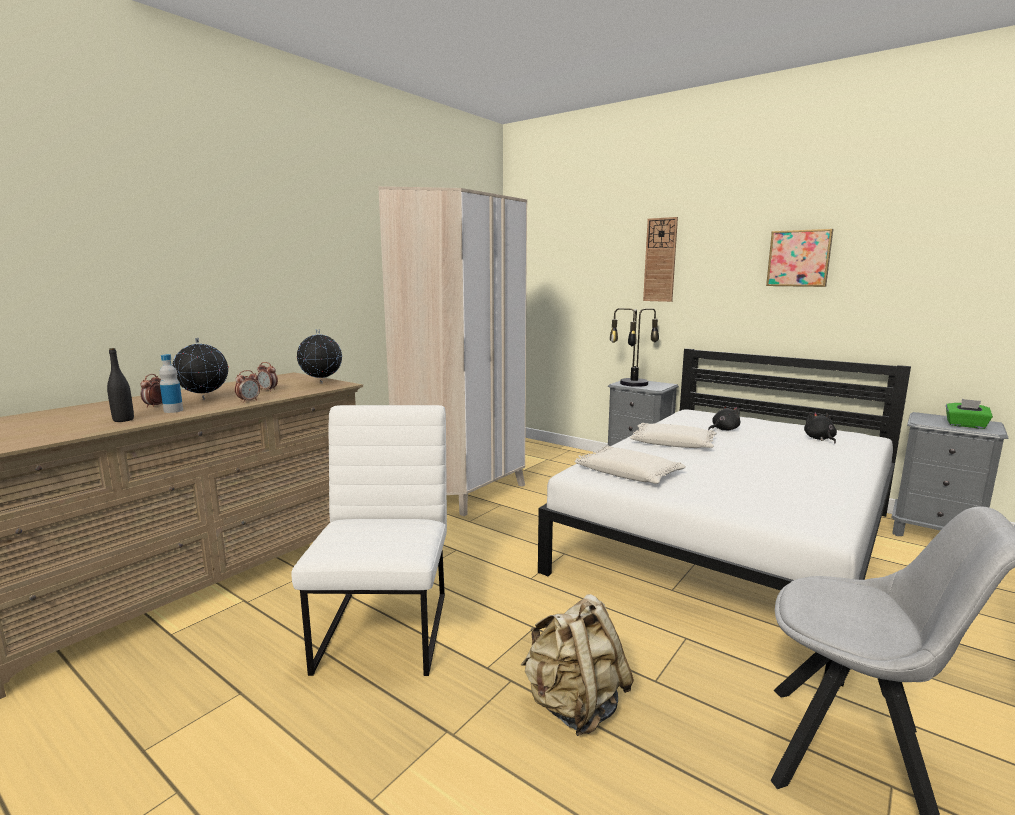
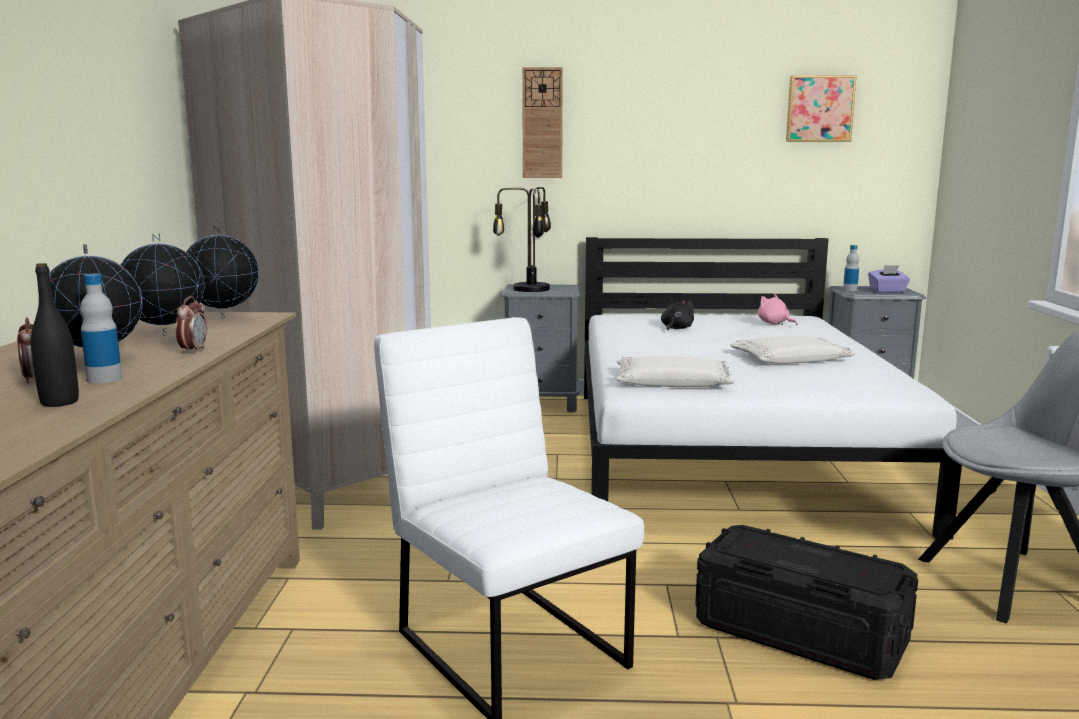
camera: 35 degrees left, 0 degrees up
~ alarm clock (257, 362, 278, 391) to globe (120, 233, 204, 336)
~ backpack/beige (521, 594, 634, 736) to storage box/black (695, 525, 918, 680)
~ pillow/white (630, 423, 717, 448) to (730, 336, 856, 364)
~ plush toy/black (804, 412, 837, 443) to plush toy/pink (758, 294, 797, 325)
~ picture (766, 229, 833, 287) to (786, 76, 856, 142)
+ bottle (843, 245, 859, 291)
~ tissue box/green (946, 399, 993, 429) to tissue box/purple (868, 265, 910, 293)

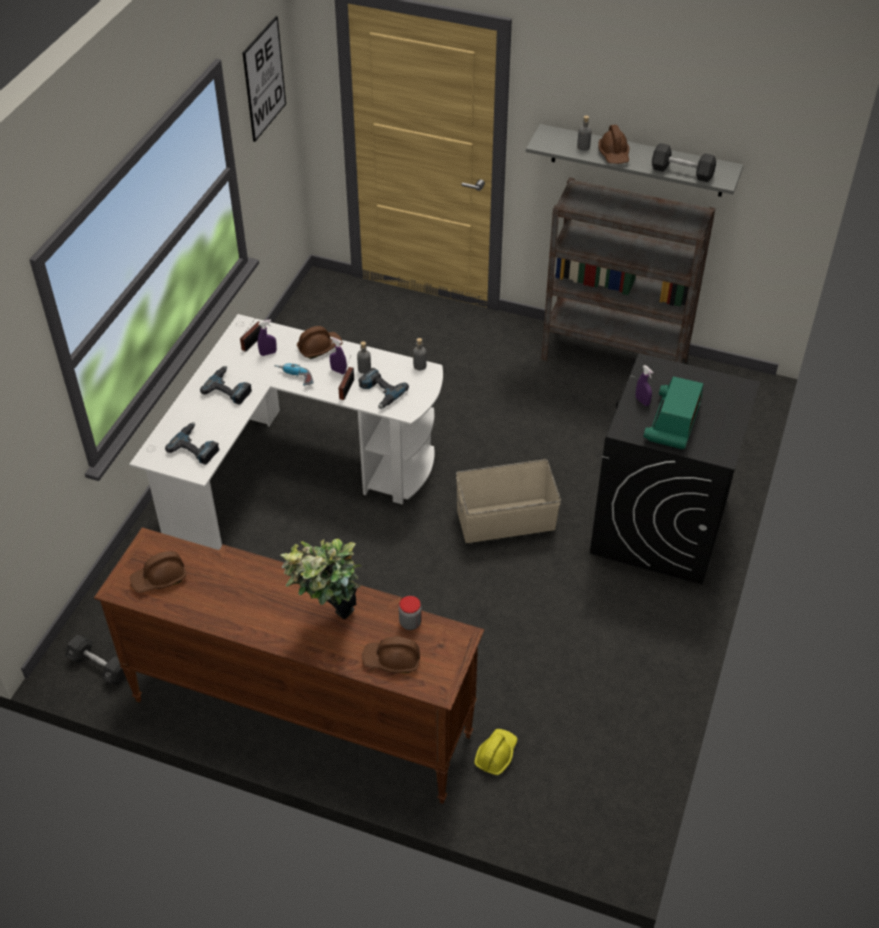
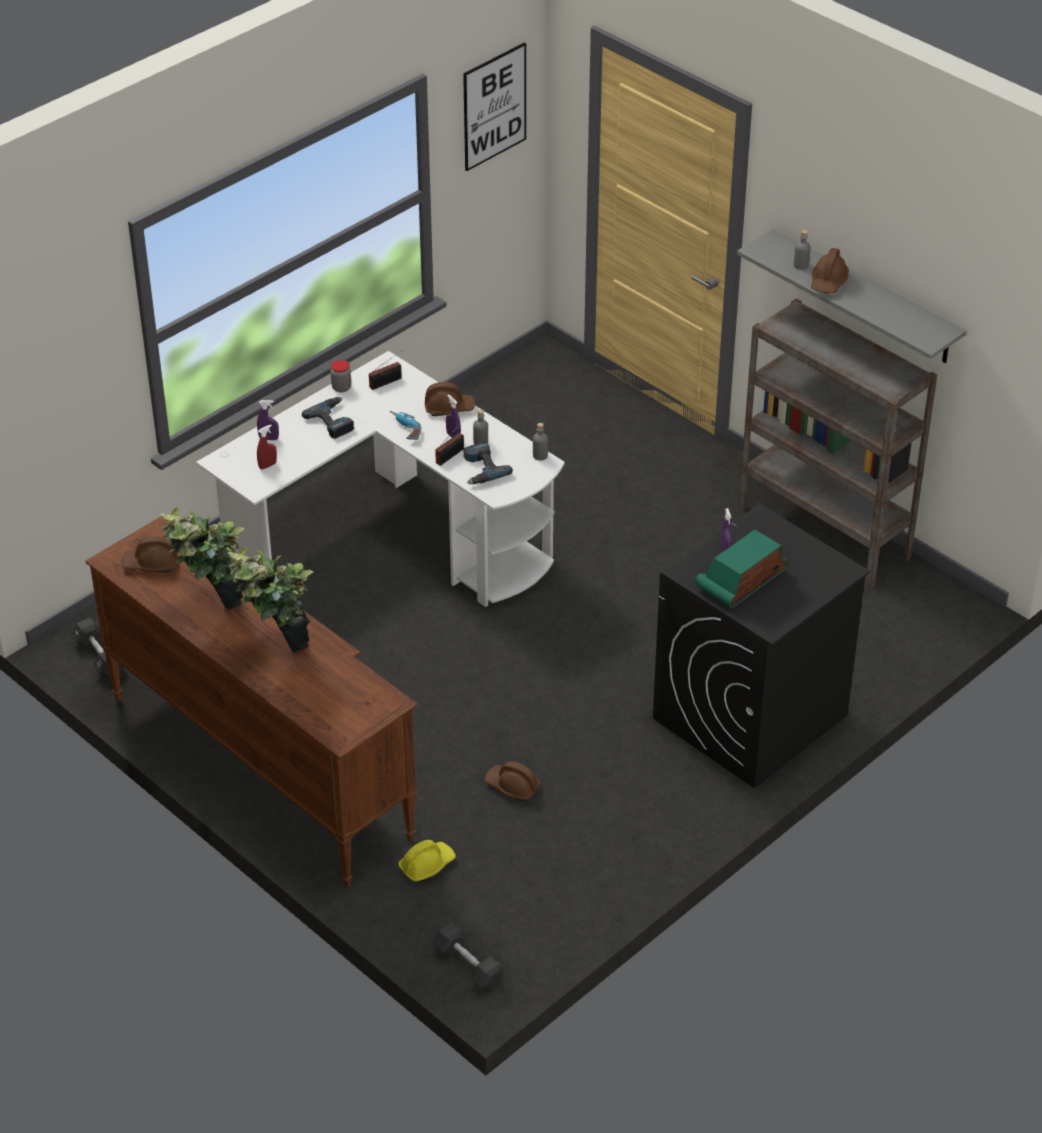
camera: 25 degrees right, 5 degrees down
+ potted plant (160, 507, 244, 610)
~ spray bottle/purple (258, 320, 277, 356) to (257, 400, 279, 440)
~ power drill (165, 422, 219, 465) to spray bottle/red (257, 425, 277, 469)
~ jar (399, 596, 422, 630) to (331, 360, 351, 392)
~ dumbbell/black (652, 143, 716, 182) to (432, 922, 505, 992)
~ hard hat/brown (362, 636, 420, 673) to (484, 761, 540, 801)
- storage box/beige (456, 459, 561, 543)

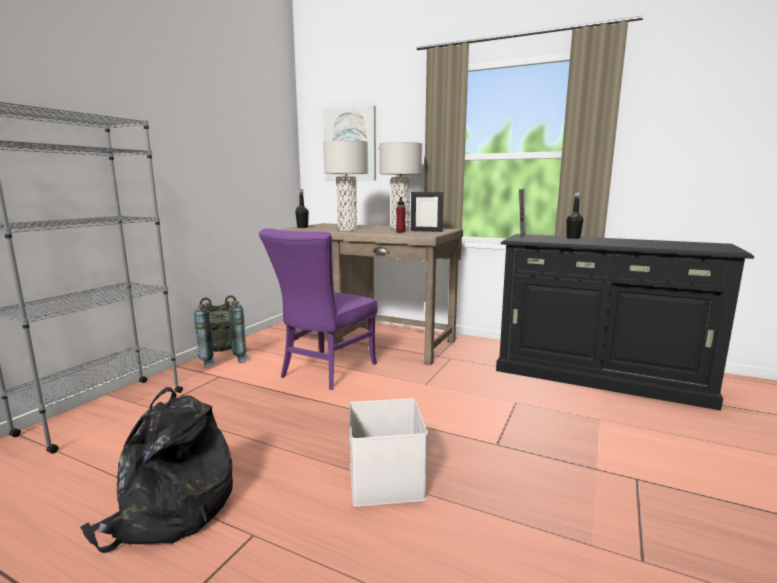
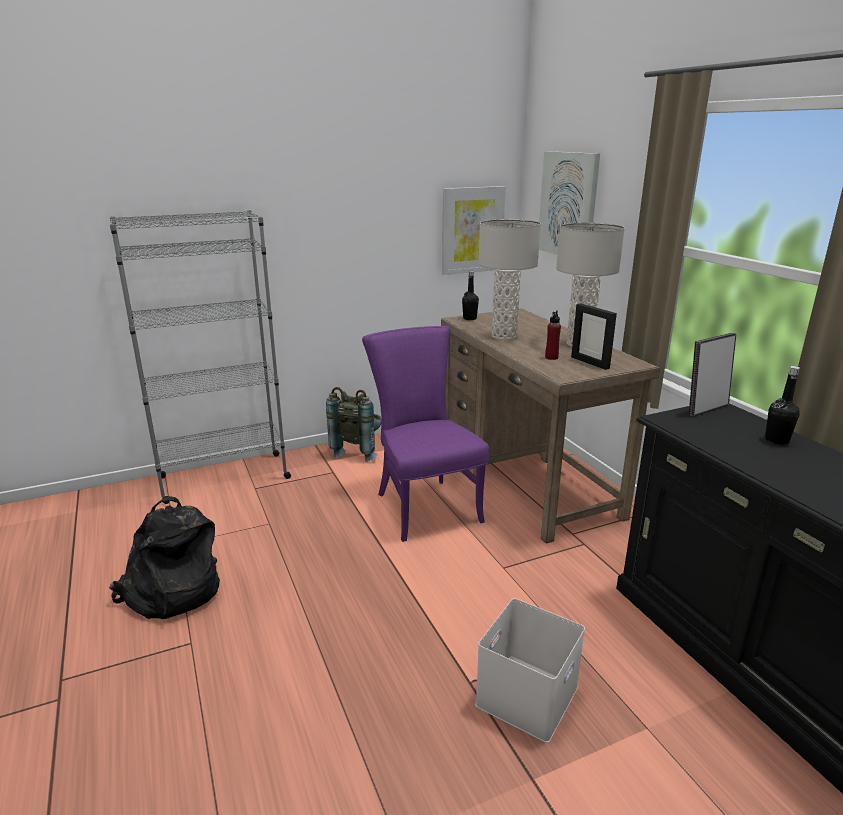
camera: 40 degrees right, 10 degrees up
~ chair/purple (259, 229, 378, 390) = (362, 326, 490, 542) 90 degrees clockwise
+ picture (442, 186, 506, 275)
~ storage box/white (349, 398, 428, 507) to (475, 598, 585, 743)

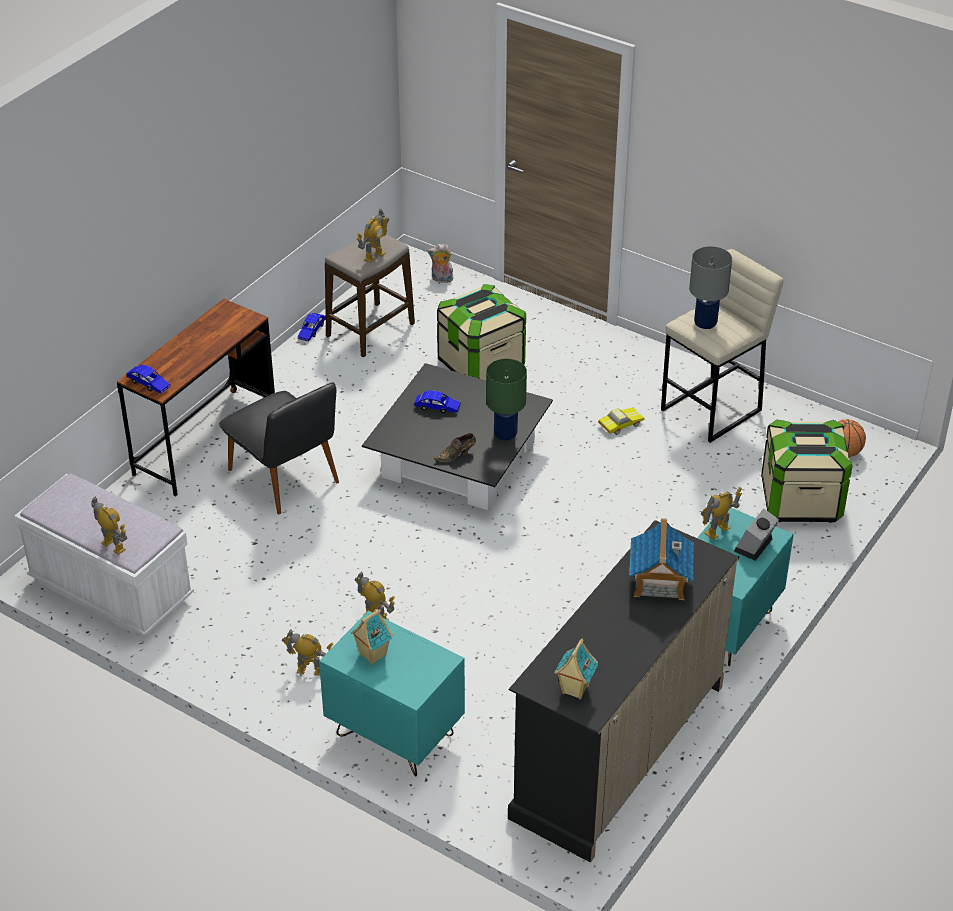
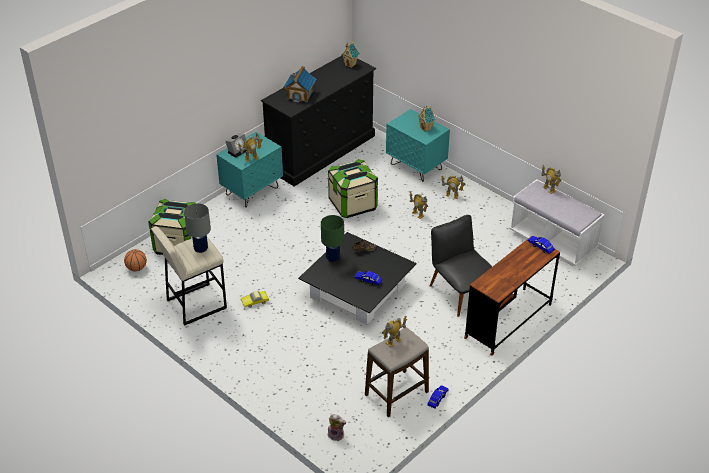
camera: 170 degrees left, 0 degrees up
~ storage box (437, 284, 526, 380) to (328, 159, 378, 218)

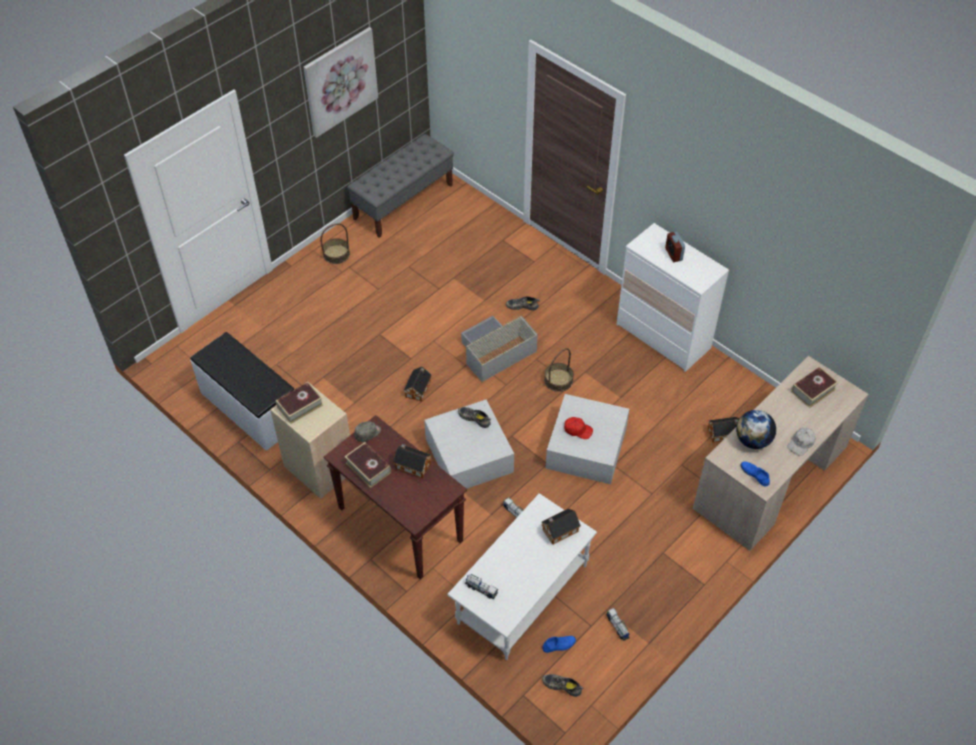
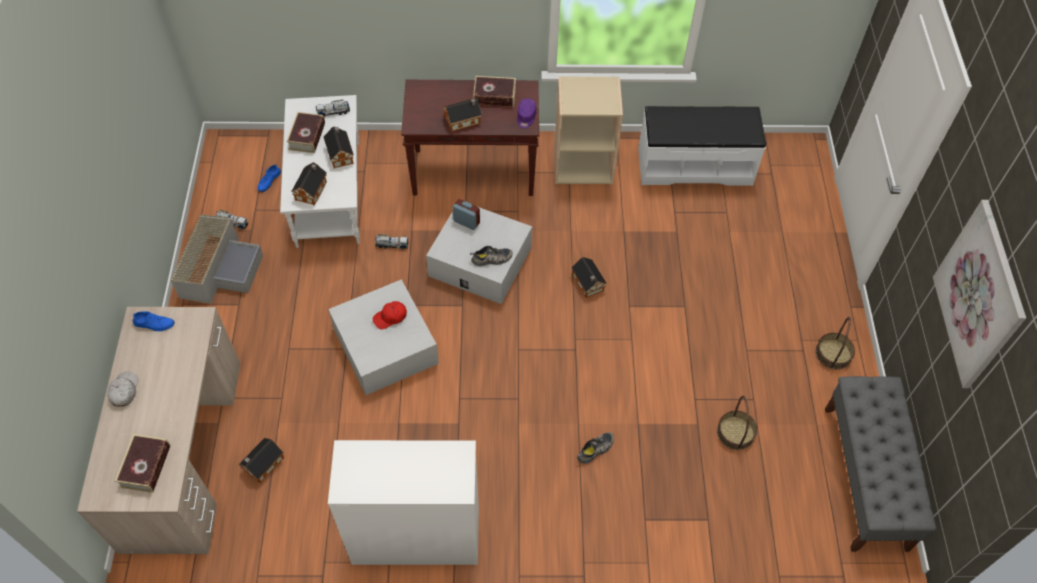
camera: 135 degrees right, 5 degrees up
~ storage box/grey (461, 315, 538, 382) to (171, 214, 263, 304)
~ book (276, 382, 323, 424) to (286, 112, 325, 153)
+ toy house (324, 127, 354, 169)
~ alarm clock (665, 231, 685, 262) to (453, 199, 480, 230)
~ cap/grey (354, 421, 381, 442) to cap/purple (517, 98, 537, 128)
~ basket (544, 348, 574, 392) to (717, 395, 757, 450)
- shoe (542, 674, 583, 697)
- globe (736, 410, 776, 449)

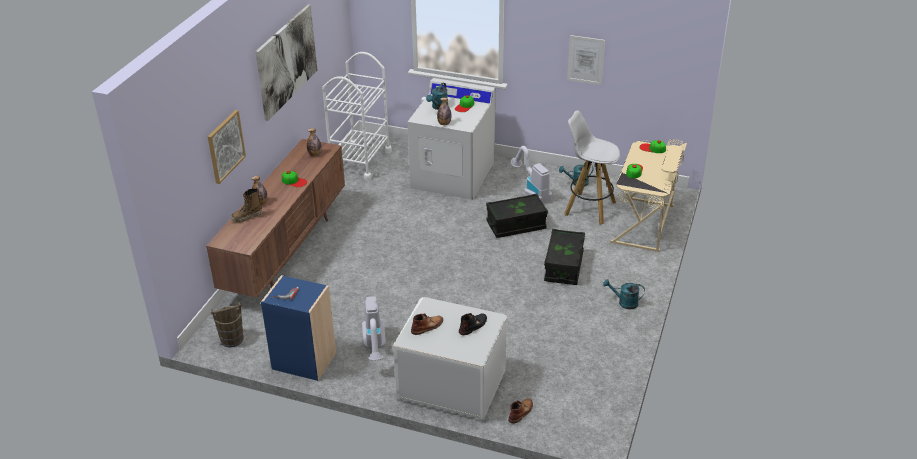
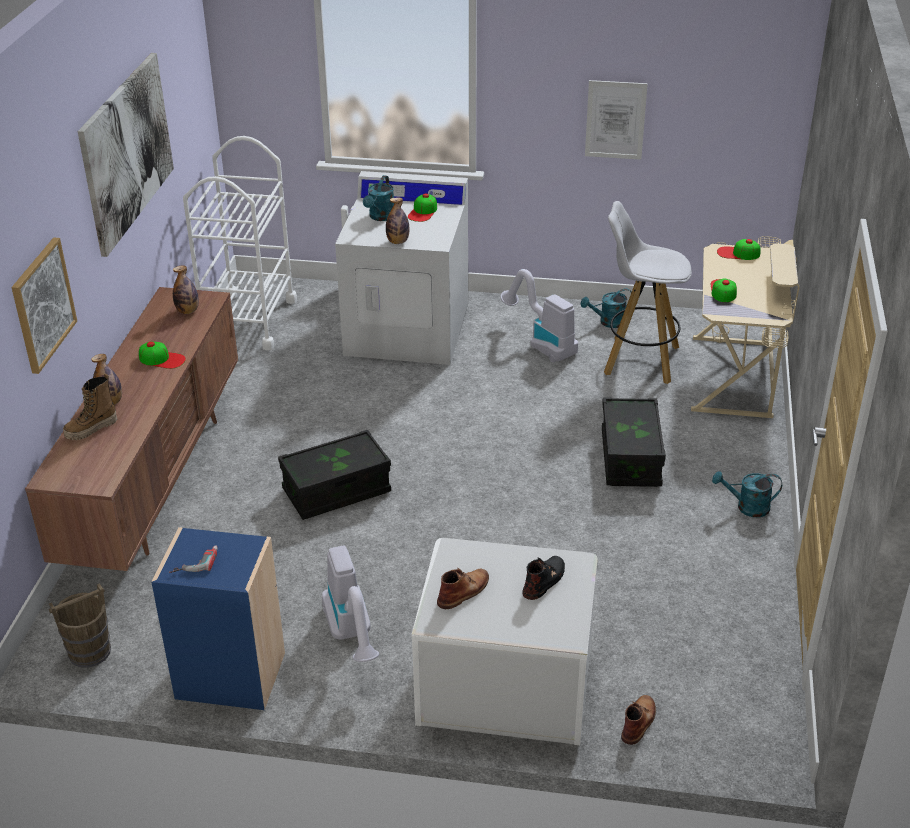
camera: 10 degrees left, 0 degrees up
~ storage box/black (486, 194, 548, 238) to (278, 430, 391, 520)

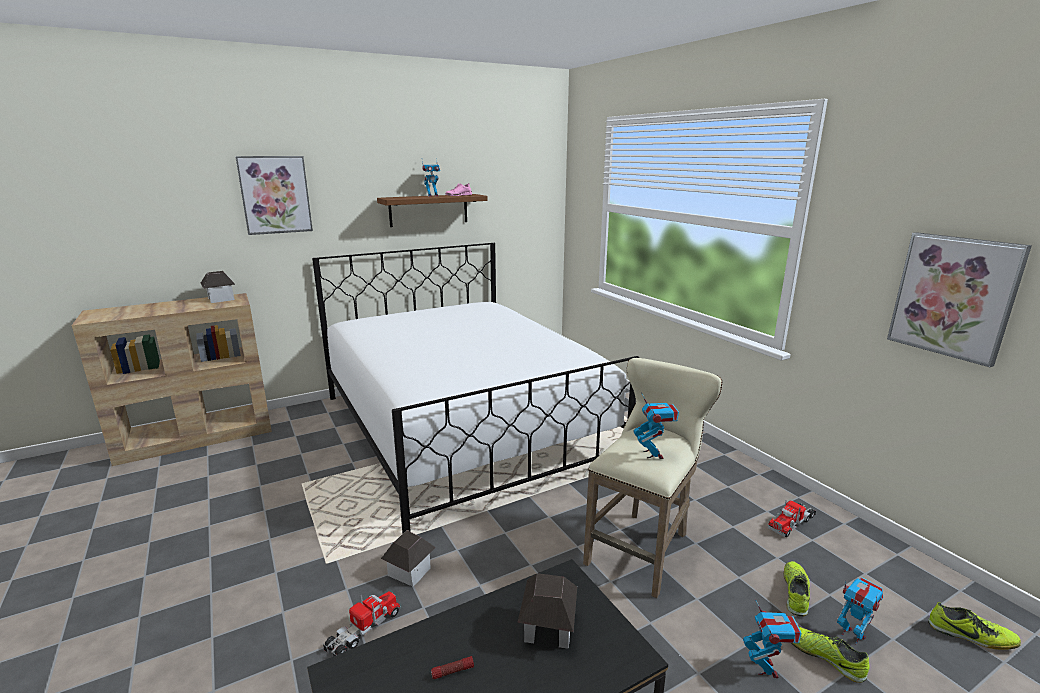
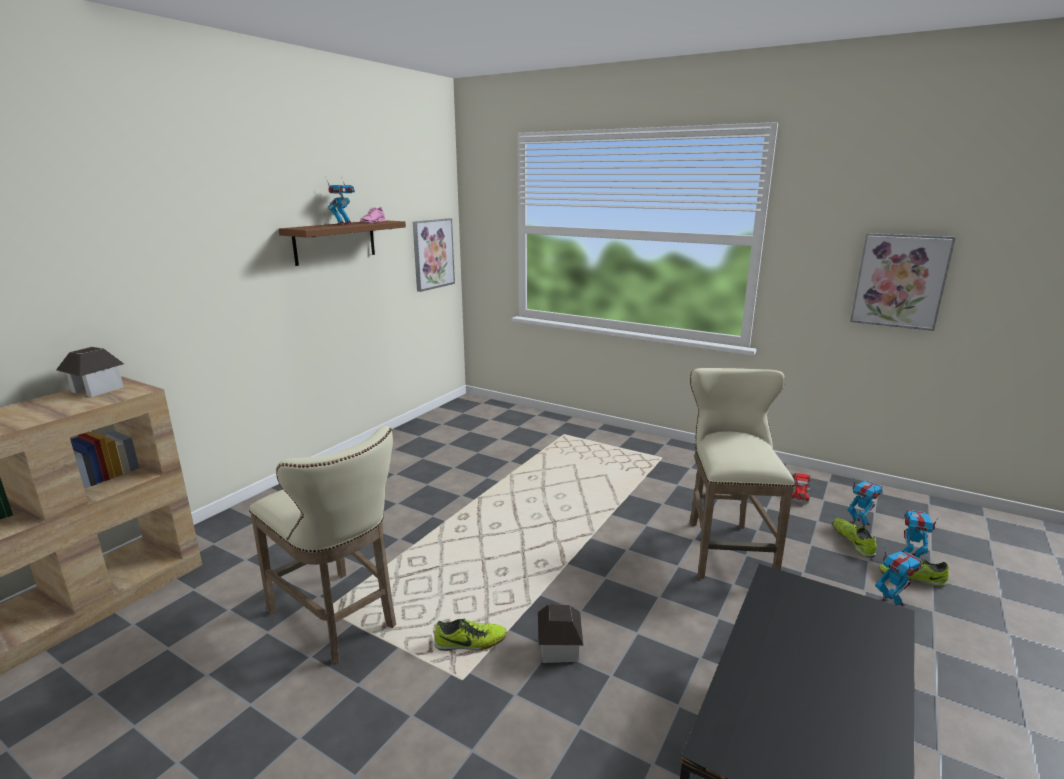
camera: 30 degrees left, 0 degrees up
+ stool/beige (249, 426, 396, 664)
~ picture (235, 156, 313, 235) to (413, 219, 455, 292)
~ shoe (928, 602, 1021, 650) to (434, 619, 507, 651)
~ toy robot (634, 392, 679, 459) to (848, 478, 883, 527)
- bed/white (312, 243, 639, 534)
- toy truck (323, 591, 401, 656)
- flashlight (431, 656, 474, 679)
- toy house (517, 573, 577, 649)

